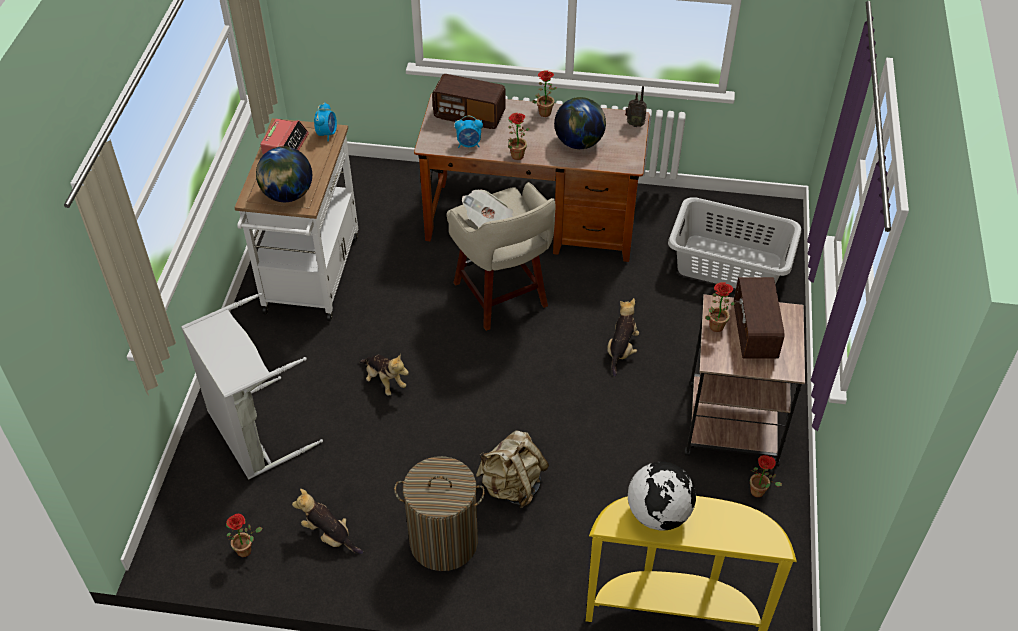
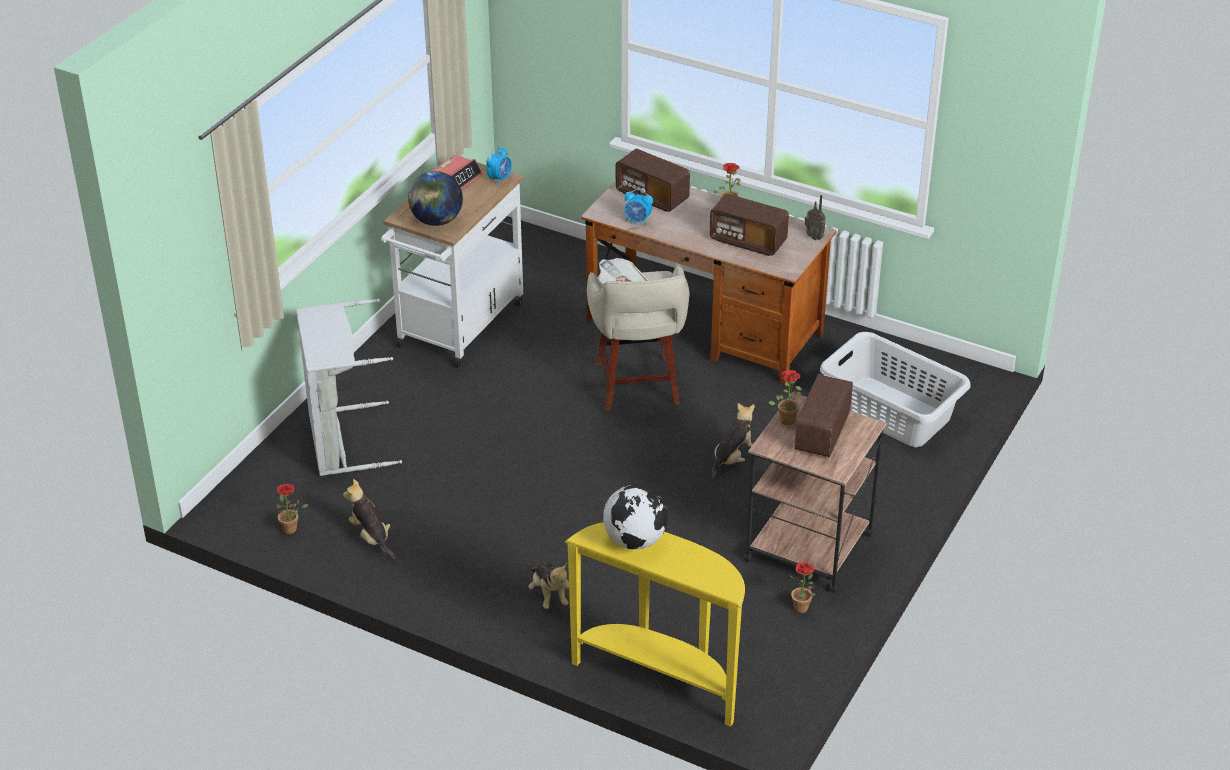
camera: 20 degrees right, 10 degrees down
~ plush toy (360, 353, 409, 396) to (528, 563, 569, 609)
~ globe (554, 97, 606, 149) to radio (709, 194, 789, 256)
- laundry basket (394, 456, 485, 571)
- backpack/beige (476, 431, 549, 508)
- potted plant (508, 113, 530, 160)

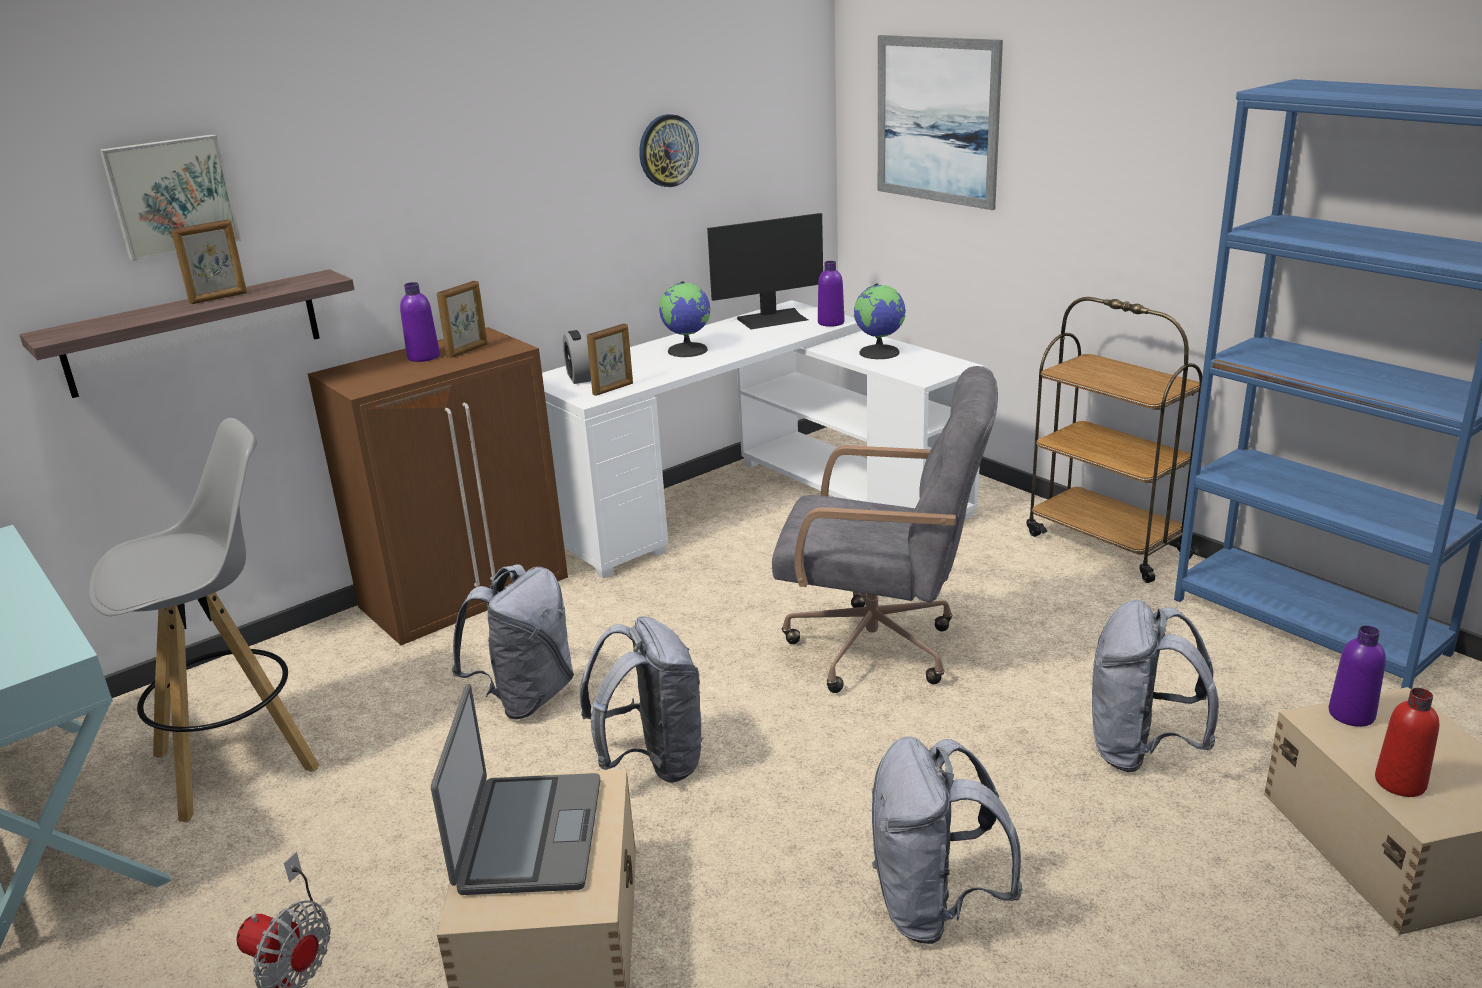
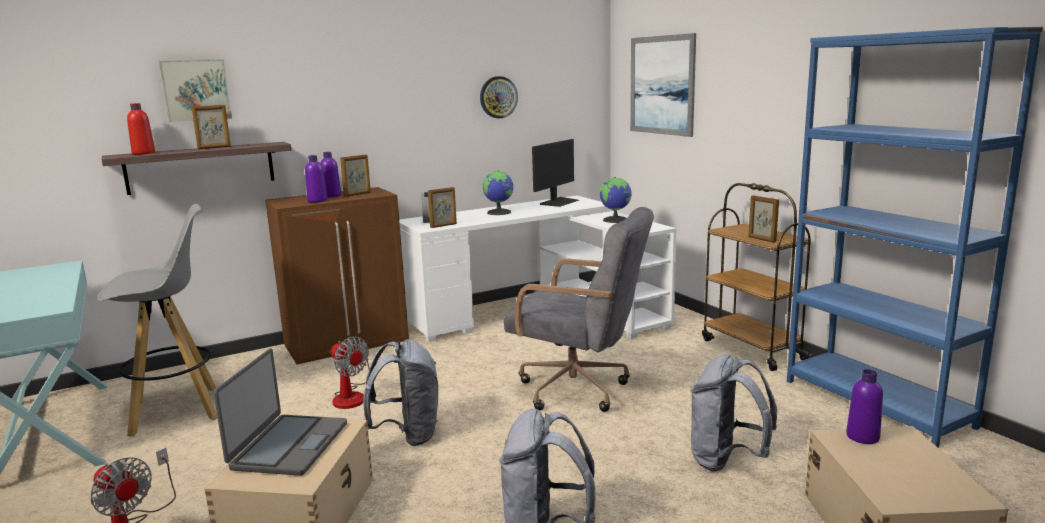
camera: 10 degrees right, 10 degrees down
~ bottle/red (1375, 688, 1439, 797) to (127, 103, 155, 155)
~ bottle/purple (818, 261, 844, 327) to (305, 155, 327, 203)
~ backpack/grey (452, 564, 574, 720) to fan (331, 336, 370, 409)
~ monitor (707, 213, 823, 329) = (532, 139, 579, 207) 45 degrees counterclockwise
+ picture frame (748, 195, 779, 243)

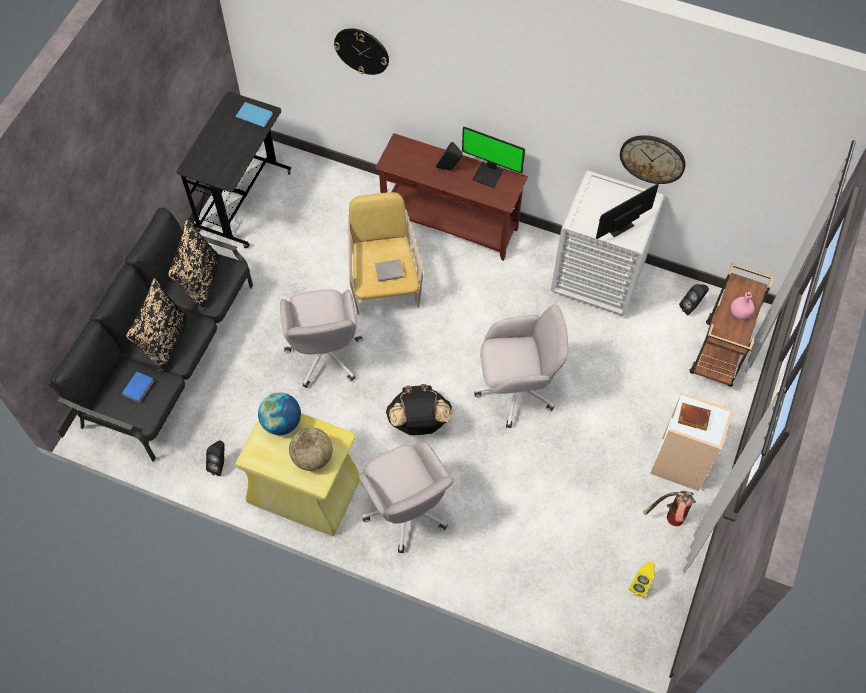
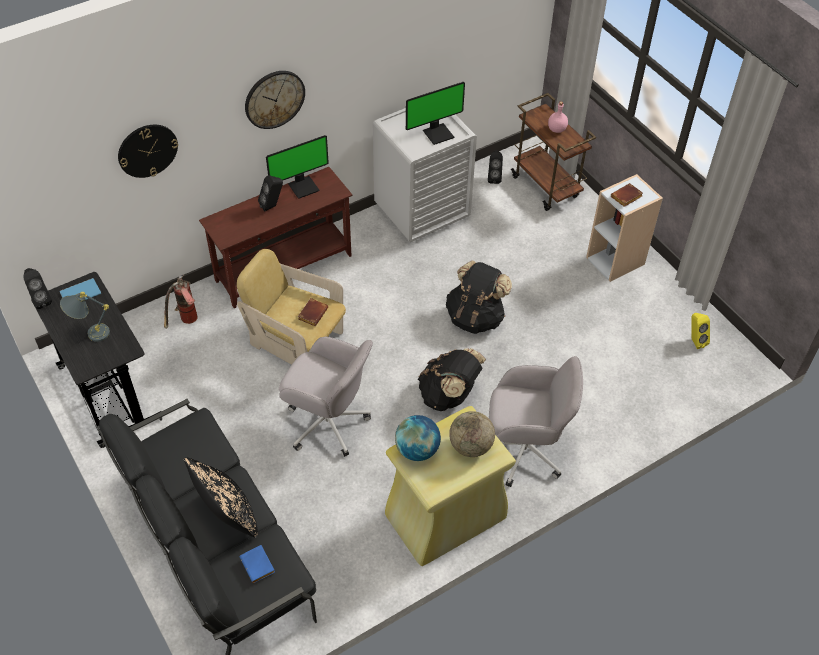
camera: 55 degrees left, 10 degrees down
~ speaker/black (206, 440, 224, 476) to (23, 268, 52, 309)
+ table lamp/grey (60, 292, 110, 342)
~ fire extinguisher (643, 491, 696, 526) to (164, 275, 198, 329)
~ wall clock (620, 135, 686, 184) to (245, 71, 305, 129)
~ book/grey (375, 259, 404, 282) to book/brown (298, 298, 328, 326)
~ monitor (596, 184, 659, 239) = (406, 82, 465, 145) 120 degrees counterclockwise
~ office chair/grey (474, 304, 568, 428) to backpack/black (446, 261, 512, 334)
- pillow/black (168, 219, 220, 310)

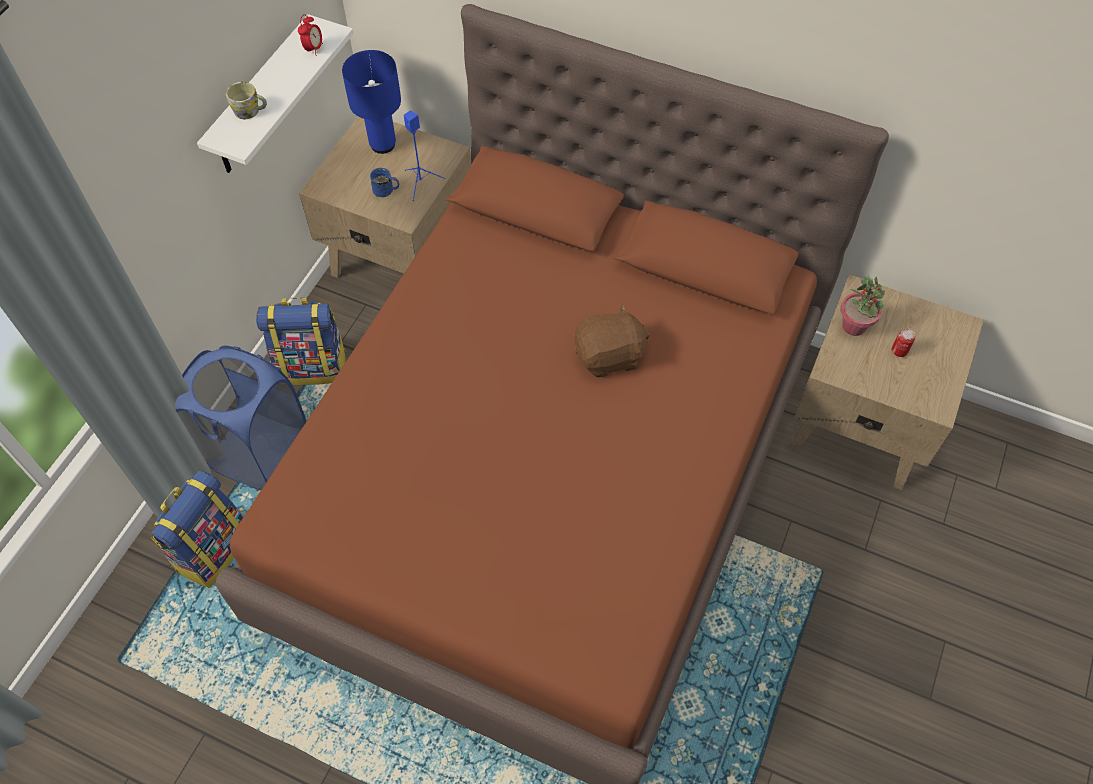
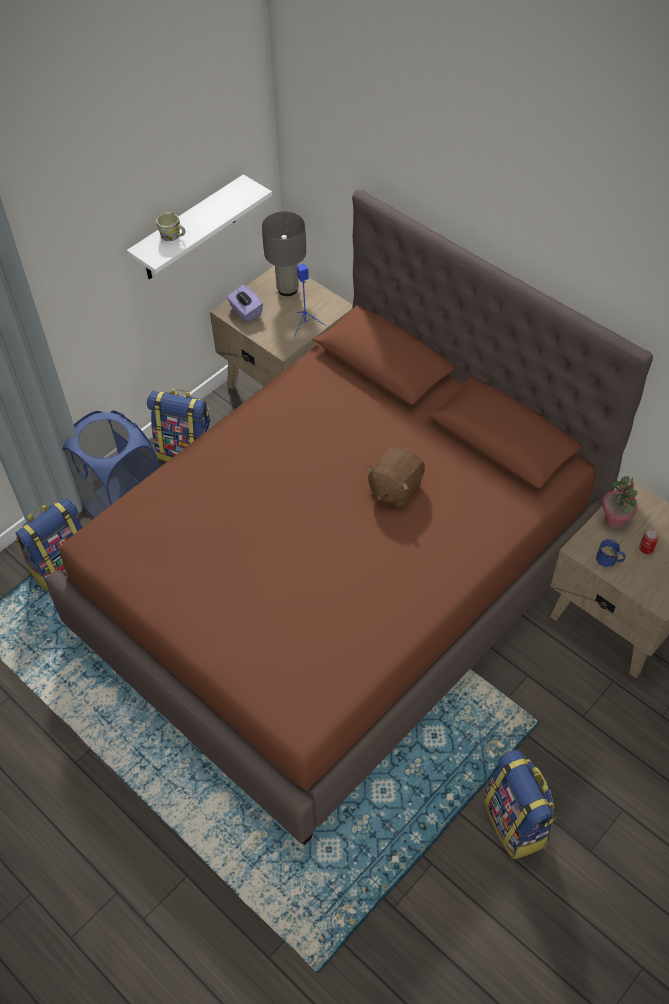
camera: 20 degrees right, 5 degrees down
+ tissue box/purple (227, 285, 263, 322)
~ table lamp/blue (342, 50, 401, 154) to table lamp/grey (262, 211, 306, 296)
~ plush toy/brown (574, 304, 651, 378) = (366, 447, 425, 507) 120 degrees clockwise
+ backpack (483, 750, 557, 860)
~ mug/blue (370, 168, 399, 197) to (596, 539, 625, 567)
- alarm clock (298, 14, 323, 56)

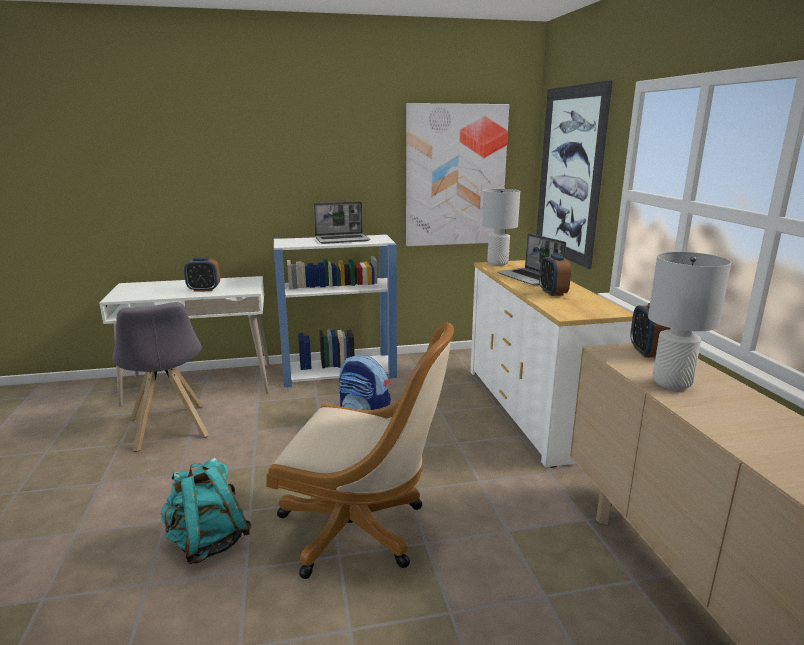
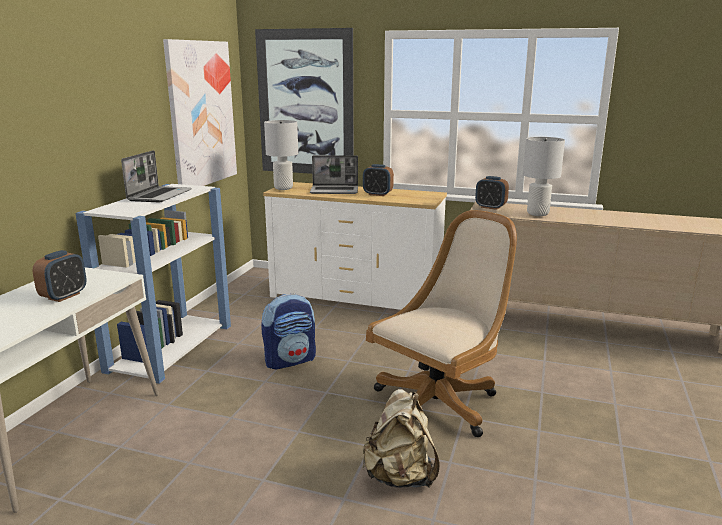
camera: 60 degrees left, 0 degrees up
~ backpack/turquoise (161, 457, 252, 564) to backpack/beige (362, 389, 440, 488)
- chair/grey (112, 302, 209, 452)

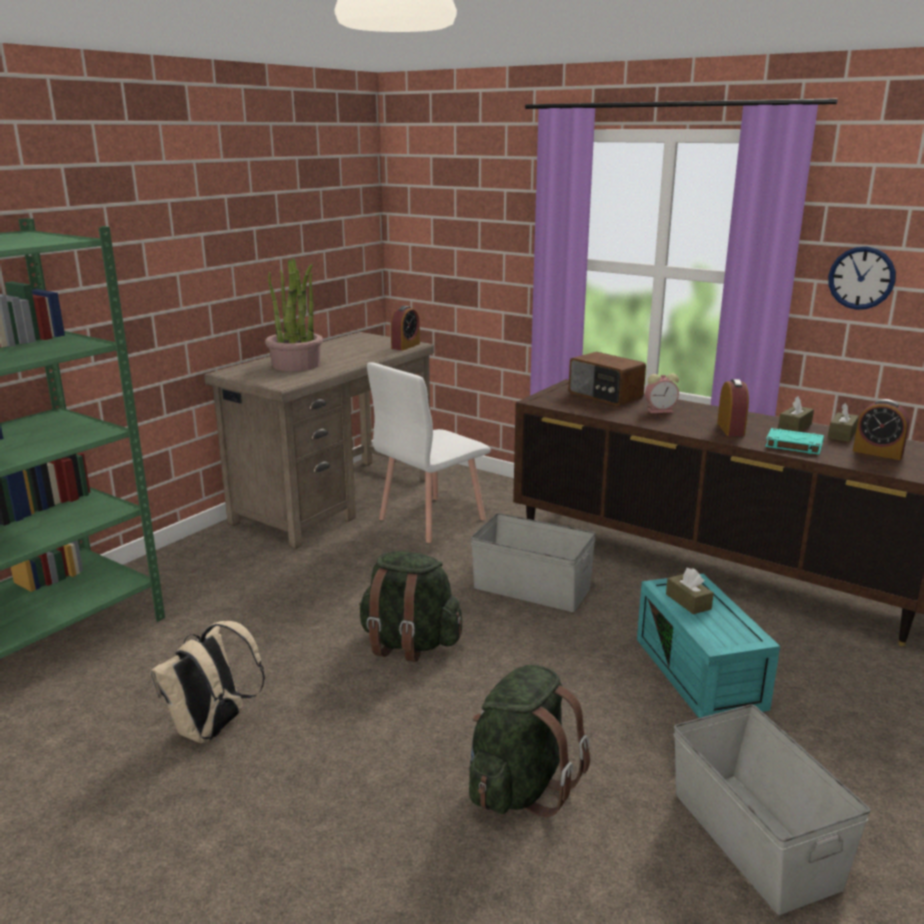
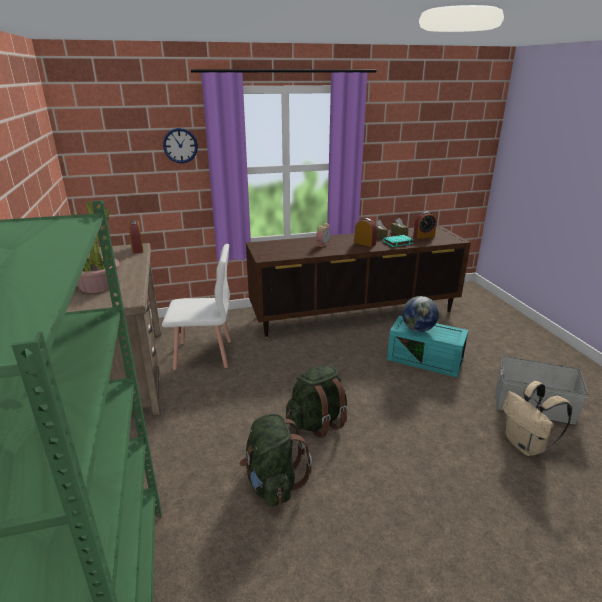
camera: 50 degrees left, 5 degrees up
~ chair/white (367, 362, 491, 543) = (162, 244, 231, 370) 90 degrees counterclockwise
~ wall clock (828, 246, 896, 310) to (163, 128, 198, 163)
~ backpack/green (469, 665, 590, 817) to (240, 414, 312, 507)
~ tissue box/brown (666, 568, 714, 614) to globe (402, 296, 439, 332)
~ backpack/beige (150, 621, 265, 743) to (503, 381, 572, 456)
- storage box/grey (471, 513, 596, 612)
- radio (569, 352, 646, 406)

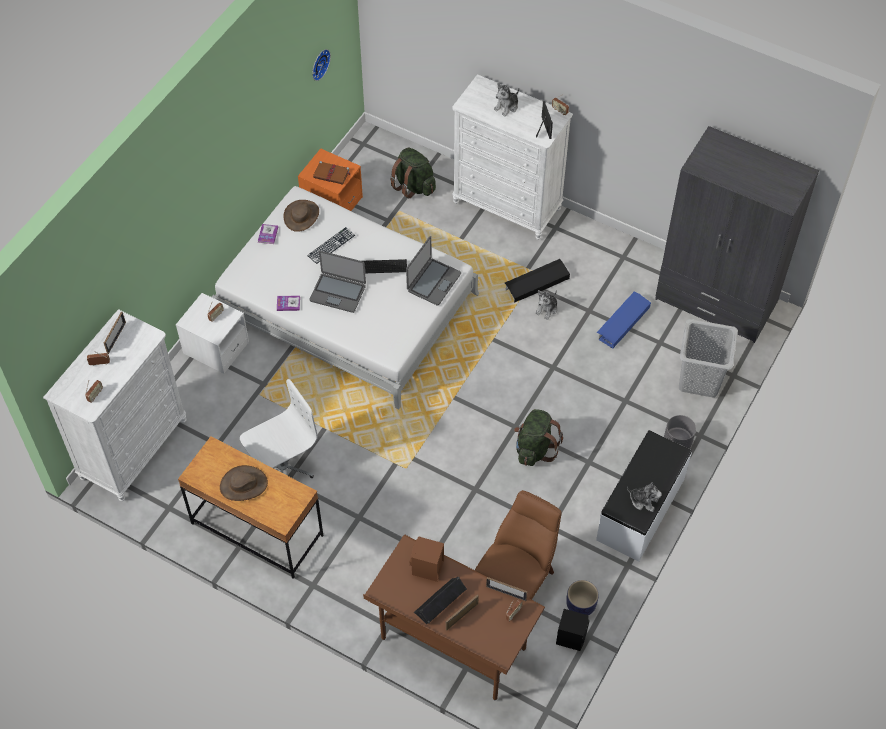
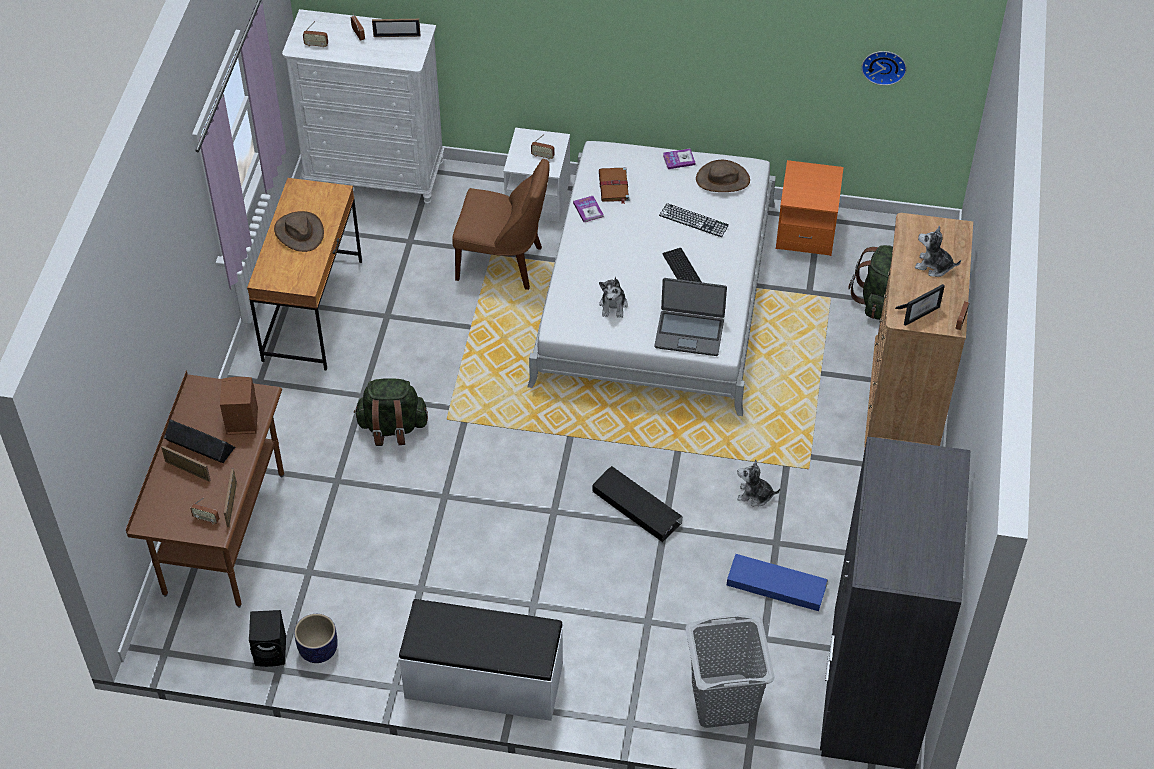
camera: 70 degrees right, 5 degrees down
~ backpack/green (514, 409, 563, 466) to (354, 378, 428, 446)
~ chair/brown (475, 490, 561, 600) to (452, 159, 550, 290)
~ storage box/black (505, 259, 570, 303) to (592, 466, 682, 542)
~ book/brown (313, 161, 351, 185) to (599, 167, 630, 204)
~ plush toy (627, 482, 662, 512) to (599, 276, 628, 318)
~ dresser/white (452, 74, 573, 240) to dresser/brown (864, 213, 973, 451)
- office chair/white (240, 379, 318, 478)
- laptop (309, 251, 366, 313)
- planter/grey (664, 415, 696, 448)

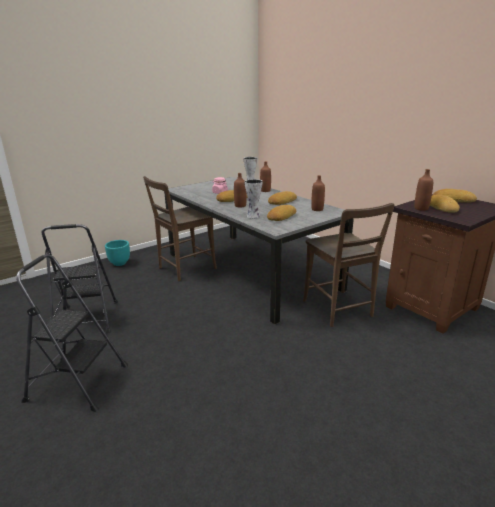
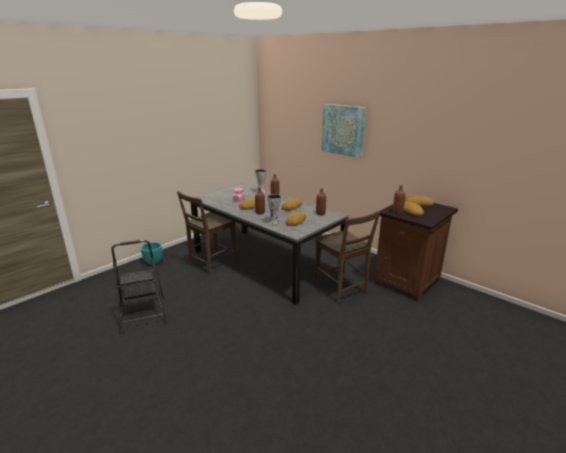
camera: 10 degrees left, 0 degrees up
+ picture (322, 104, 366, 158)
- step ladder/black (16, 254, 128, 412)

